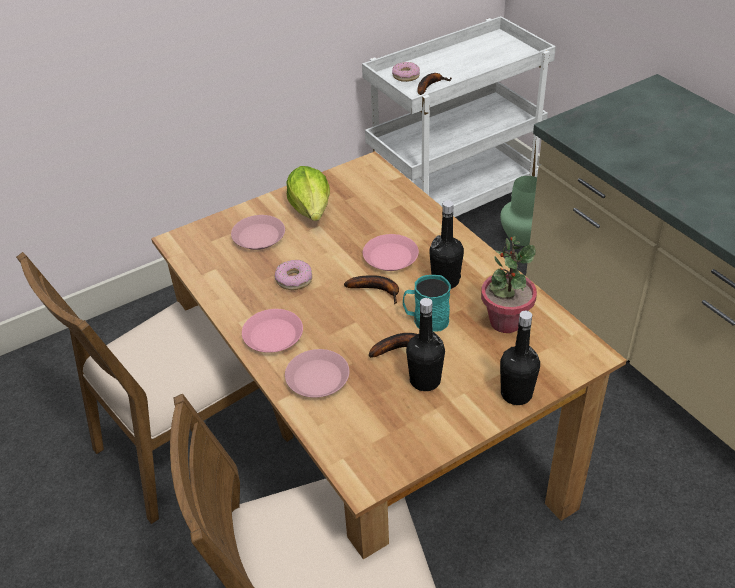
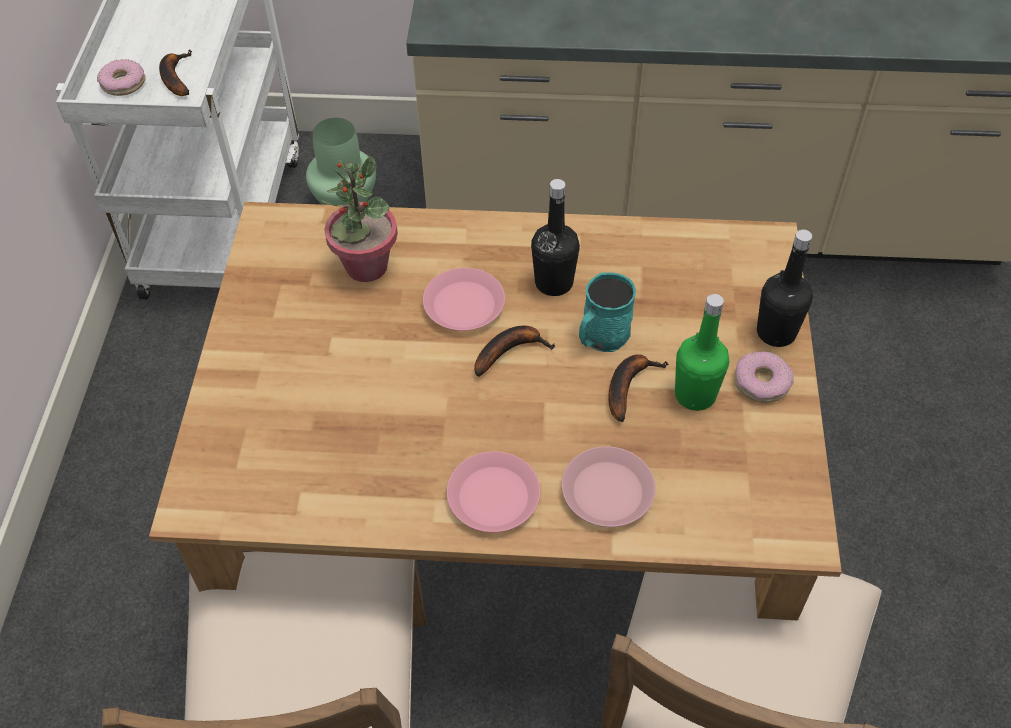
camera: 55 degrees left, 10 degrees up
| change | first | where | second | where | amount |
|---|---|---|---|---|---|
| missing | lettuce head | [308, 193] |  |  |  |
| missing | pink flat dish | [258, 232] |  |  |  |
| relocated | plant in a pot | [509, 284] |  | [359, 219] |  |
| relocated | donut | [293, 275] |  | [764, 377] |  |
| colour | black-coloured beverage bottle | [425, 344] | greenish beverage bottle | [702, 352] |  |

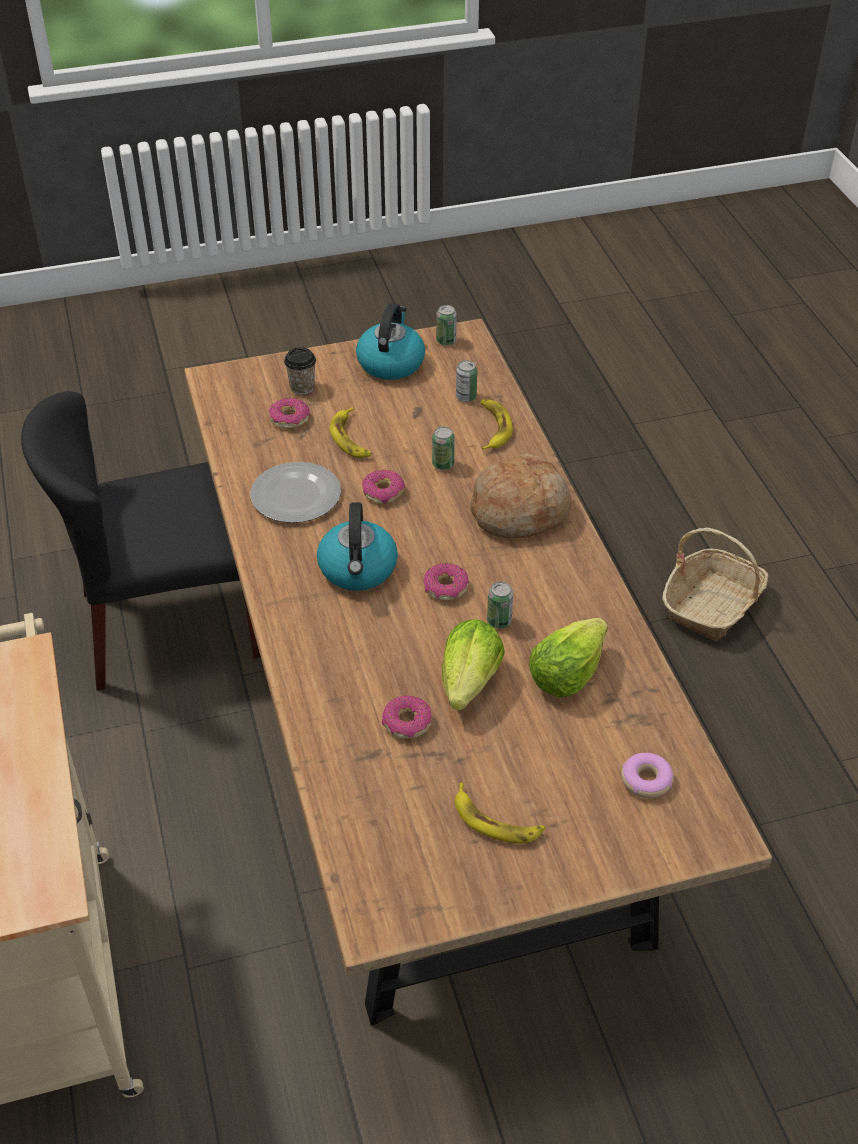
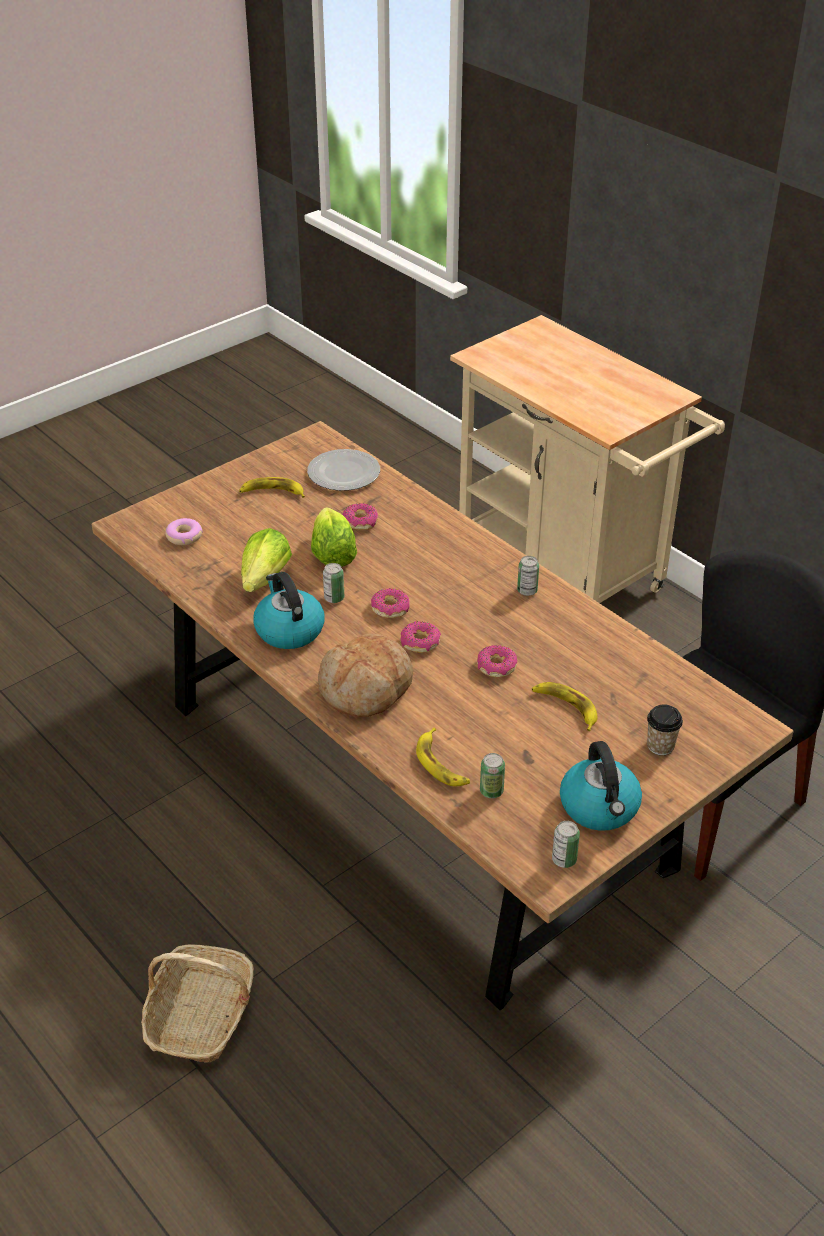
camera: 155 degrees right, 5 degrees down
| change | first | where | second | where | amount |
|---|---|---|---|---|---|
| relocated | donut | [289, 413] |  | [420, 637] |  |
| relocated | can | [443, 448] |  | [528, 576] |  |
| relocated | flat dish | [295, 492] |  | [343, 470] |  |
| relocated | tea kettle | [357, 546] |  | [289, 610] |  |

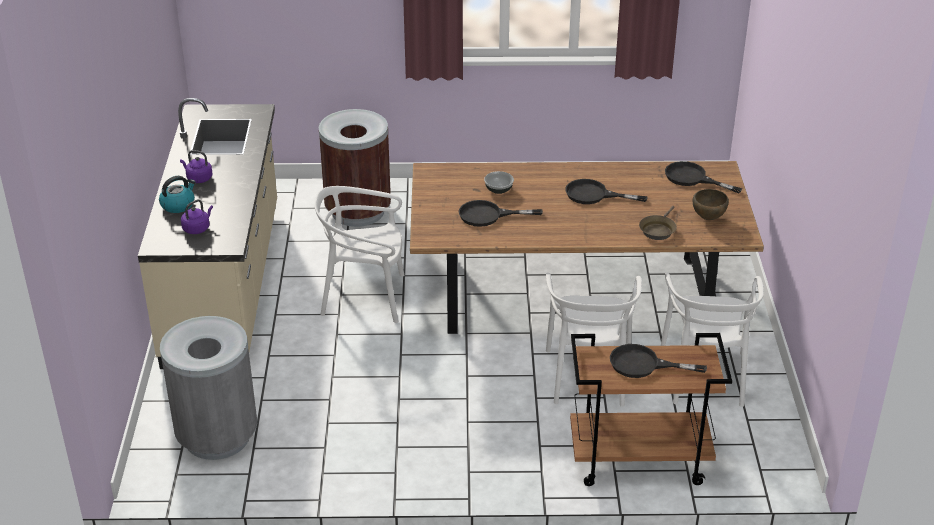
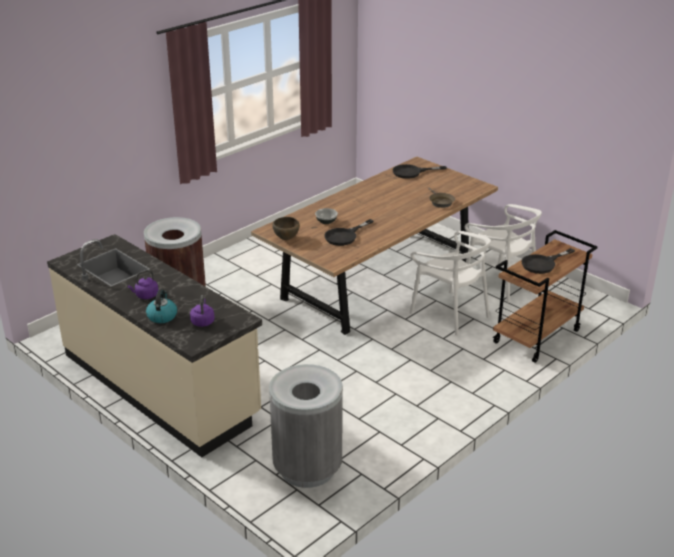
camera: 45 degrees left, 5 degrees down
| change | first | where | second | where | amount |
|---|---|---|---|---|---|
| missing | black-coloured pan | [606, 191] |  |  |  |
| missing | white chair | [359, 254] |  |  |  |
| relocated | brown serving bowl | [711, 204] |  | [286, 228] |  |

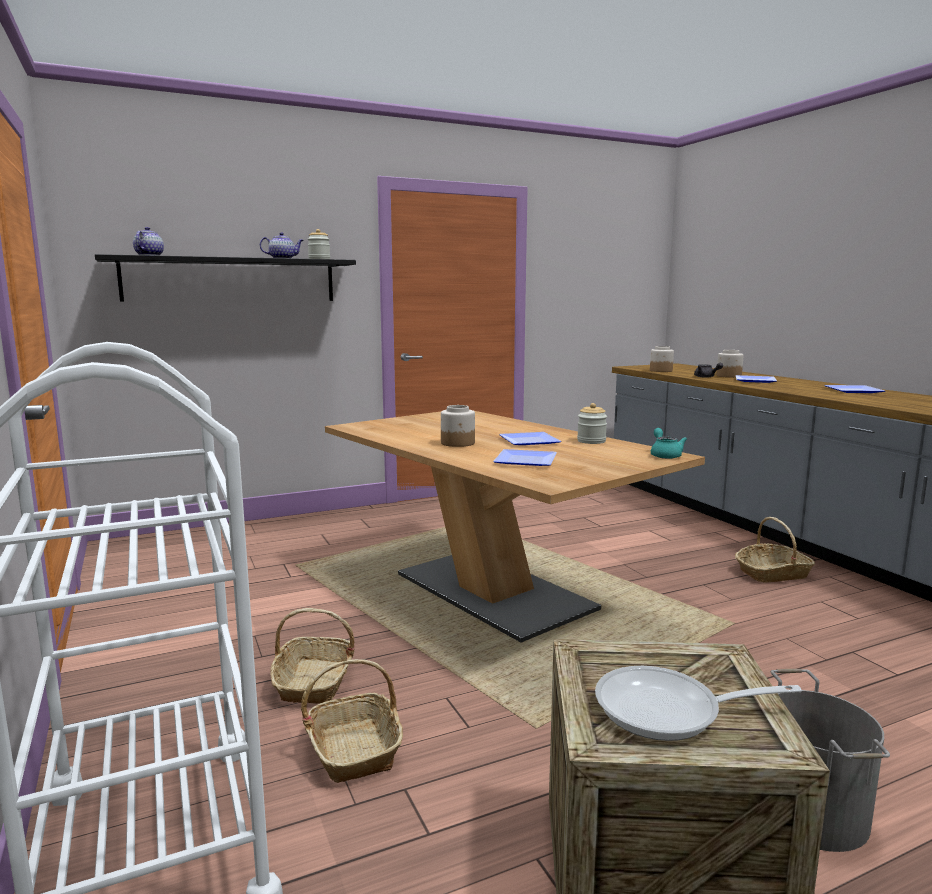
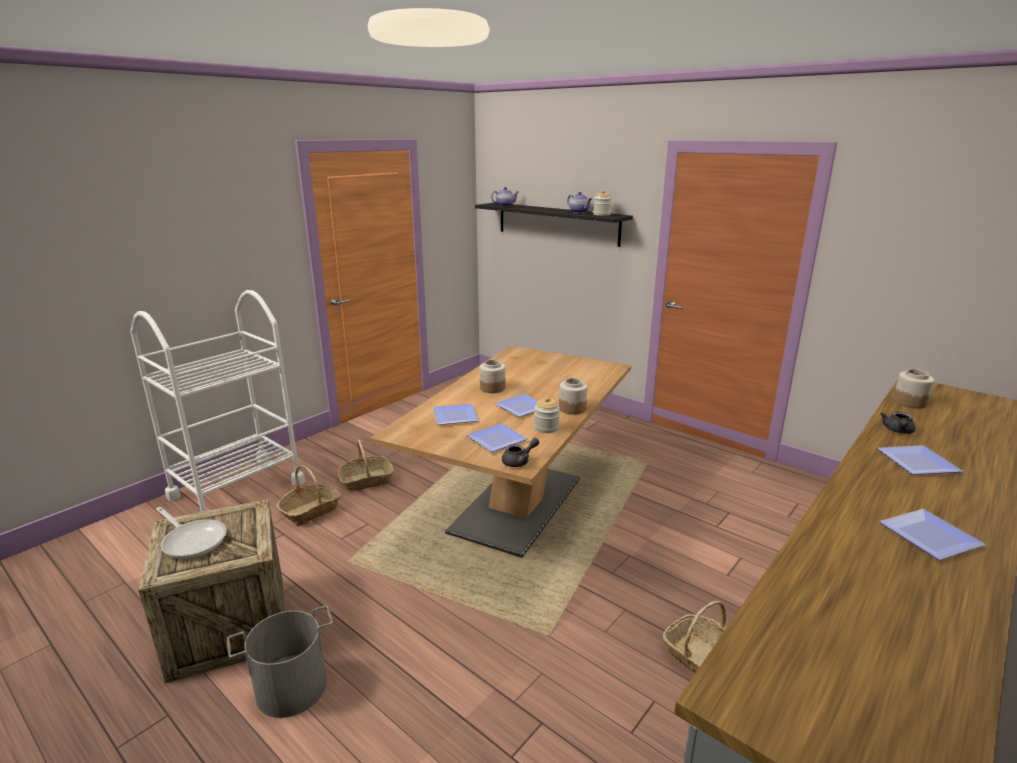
camera: 65 degrees right, 10 degrees up
| change | first | where | second | where | amount |
|---|---|---|---|---|---|
| relocated | jar | [730, 364] |  | [573, 396] |  |
| colour | turquoise-coloured pot for tea | [669, 443] | grey pot for tea | [520, 452] |  |
| spun | pan | [698, 703] |  | [191, 533] | 150 degrees clockwise |
| appeared |  |  | flat dish | [497, 437] |  |

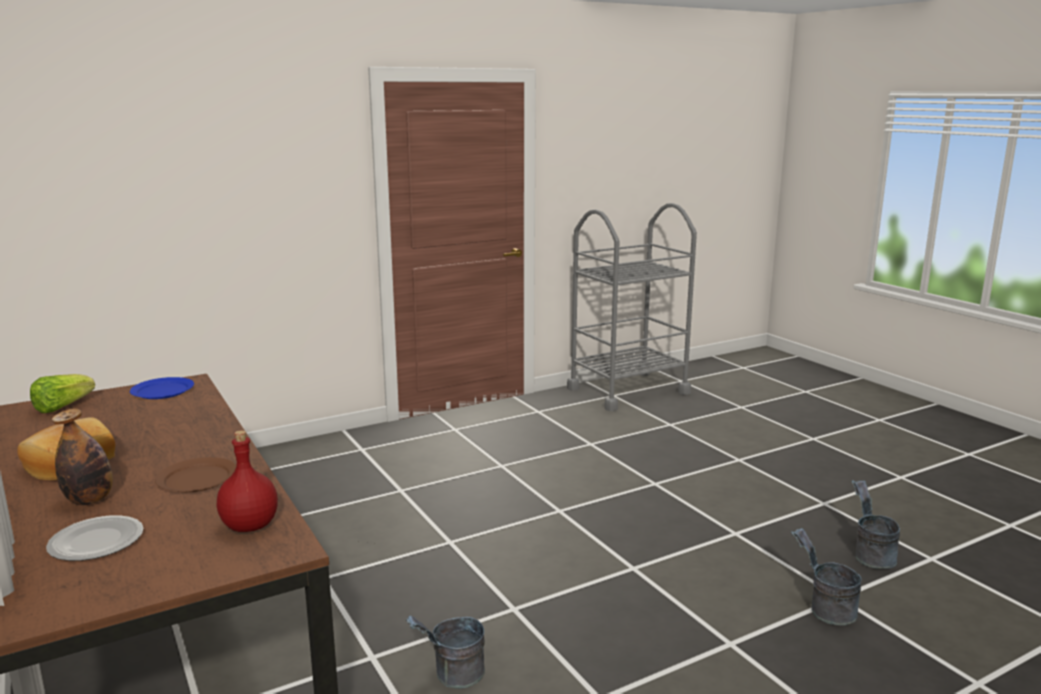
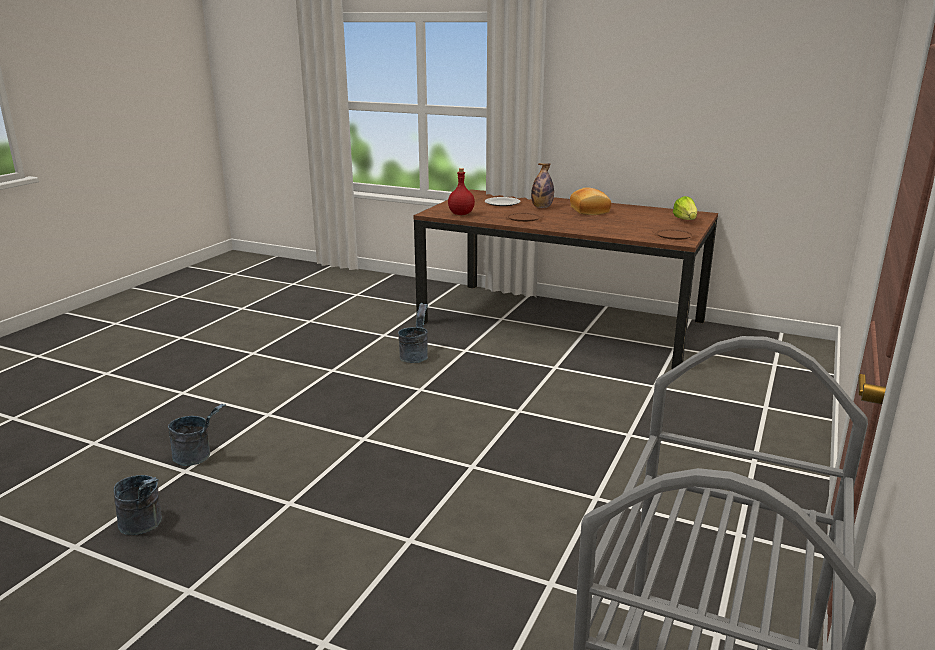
camera: 145 degrees right, 5 degrees up
| change | first | where | second | where | amount |
|---|---|---|---|---|---|
| colour | blue-coloured flat dish | [162, 388] | brown flat dish | [674, 233] |  |

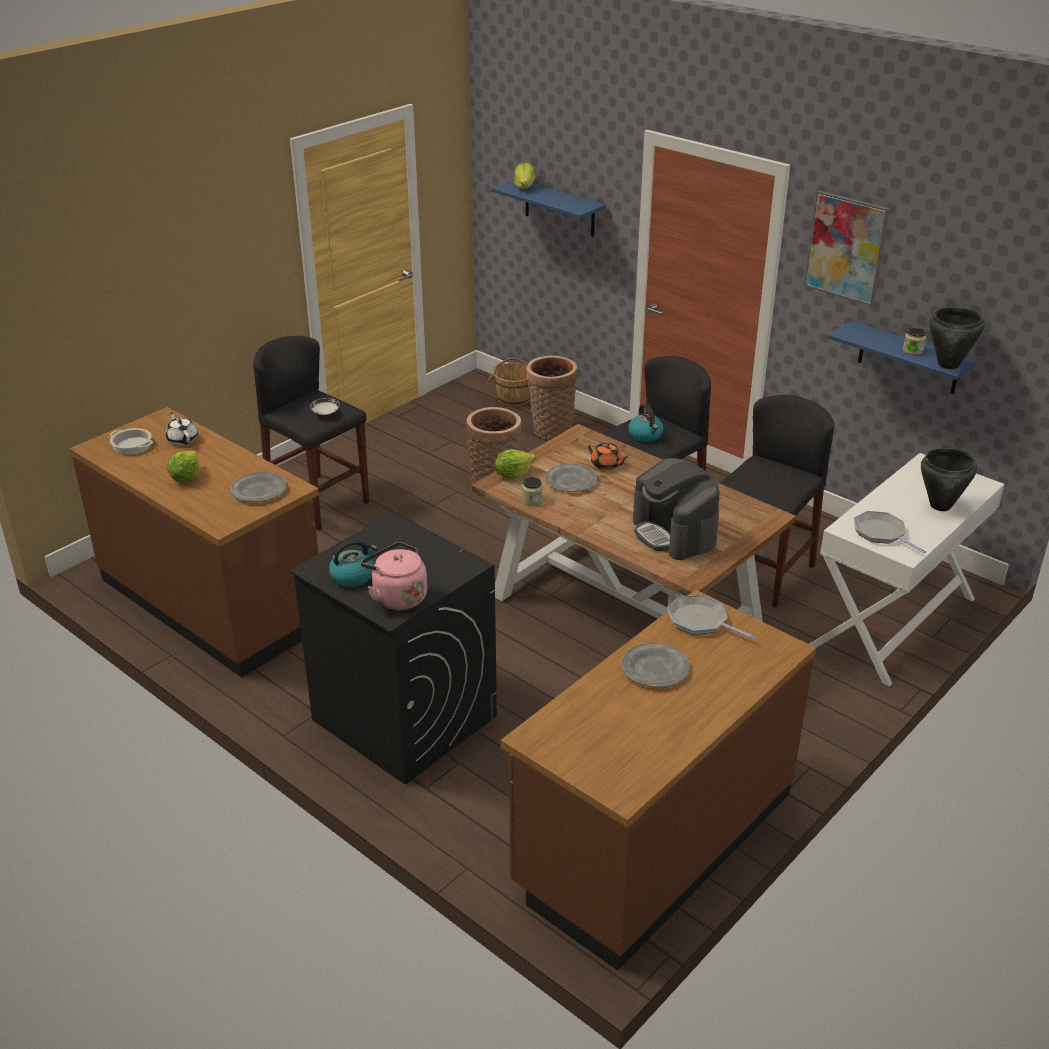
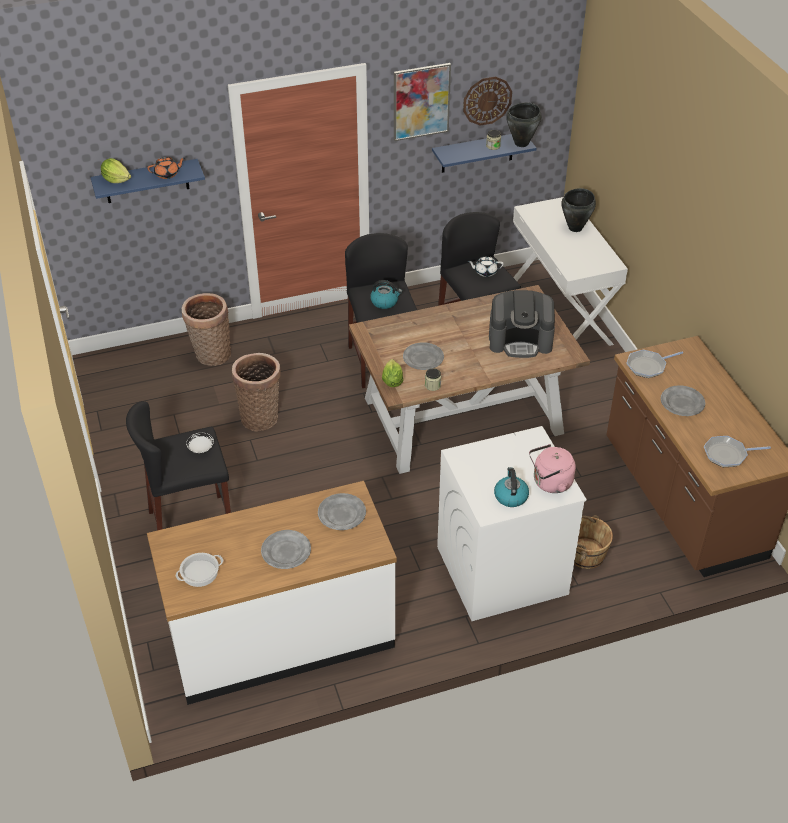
camera: 60 degrees left, 10 degrees up
| change | first | where | second | where | amount |
|---|---|---|---|---|---|
| relocated | brown bucket | [508, 382] |  | [593, 542] |  |
| colour | brown counter | [194, 542] | white counter | [272, 593] |  |
| relocated | white pot for tea | [182, 428] |  | [486, 266] |  |
| relocated | orangey pot for tea | [608, 456] |  | [166, 168] |  |
| exchanged | lettuce head | [183, 466] | grey flat dish | [286, 549] |  |
| relocated | pan | [890, 532] |  | [737, 451] |  |
| colour | black-coloured laundry machine | [393, 649] | white laundry machine | [512, 523] |  |
| appeared |  |  | hanging clock | [487, 101] |  |

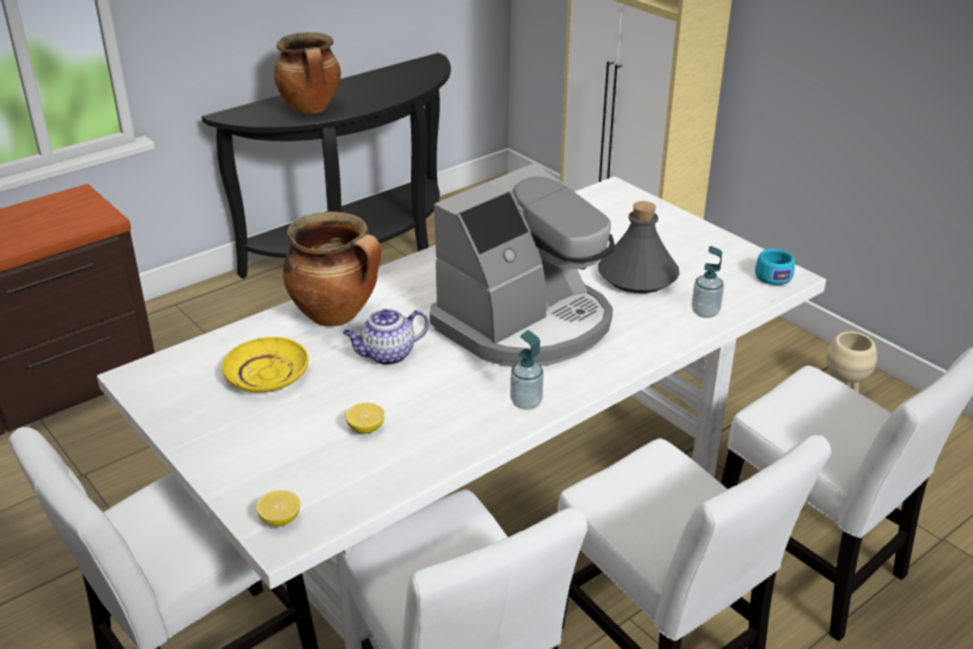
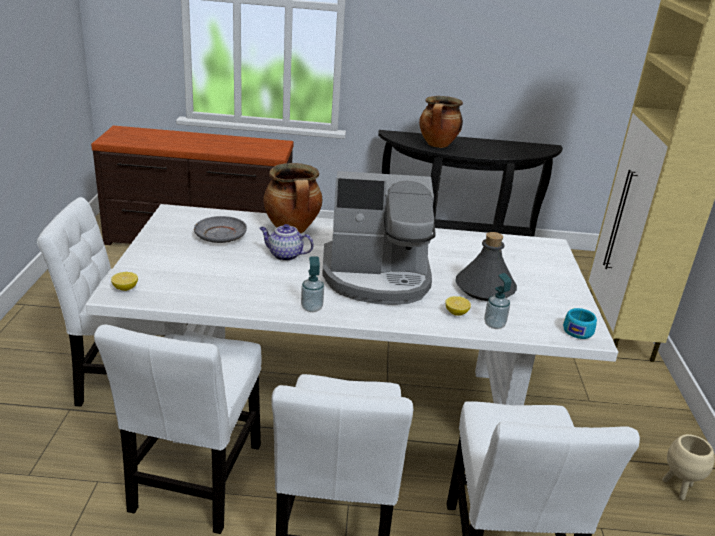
camera: 40 degrees right, 5 degrees down
| change | first | where | second | where | amount |
|---|---|---|---|---|---|
| colour | yellow flat dish | [265, 365] | grey flat dish | [220, 229] |  |
| relocated | citrus fruit | [365, 418] |  | [458, 306] |  |

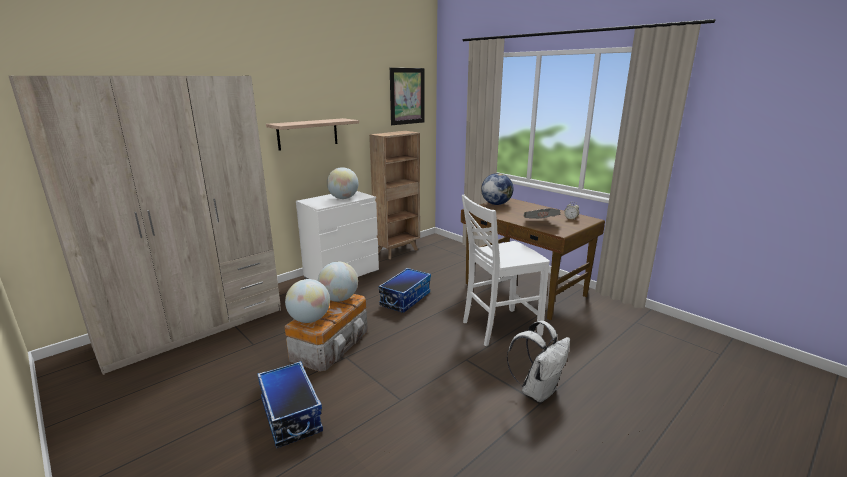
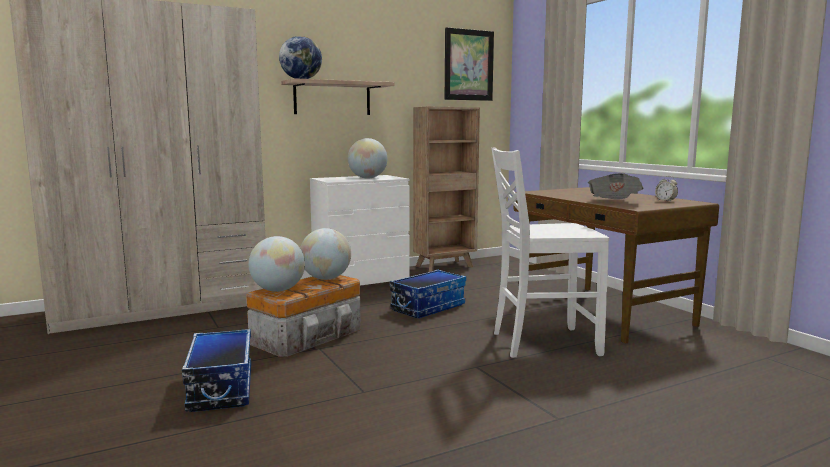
camera: 15 degrees right, 10 degrees down
| change | first | where | second | where | amount |
|---|---|---|---|---|---|
| relocated | globe | [497, 189] |  | [300, 57] |  |
| missing | white backpack | [538, 361] |  |  |  |

